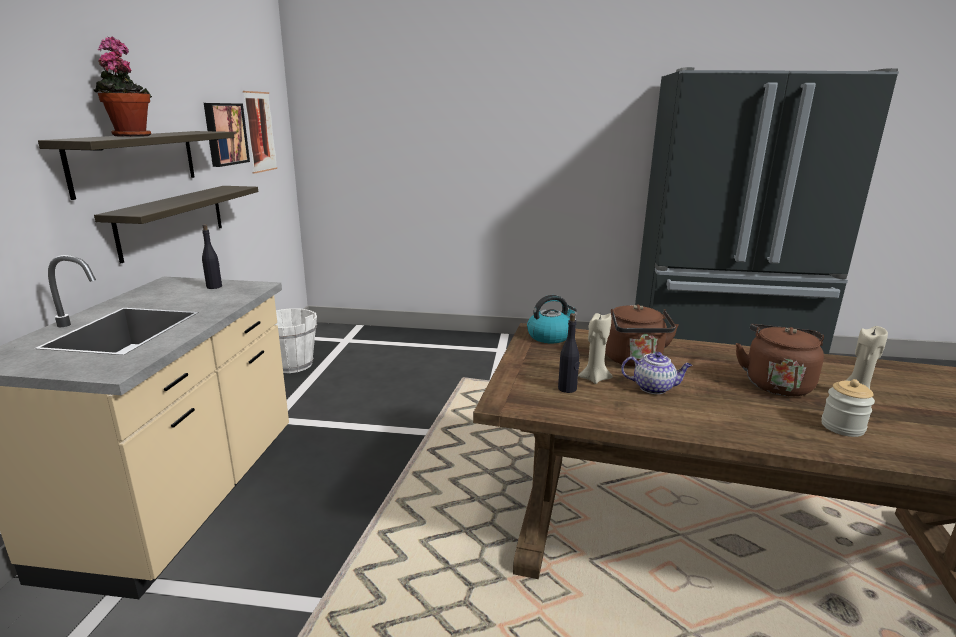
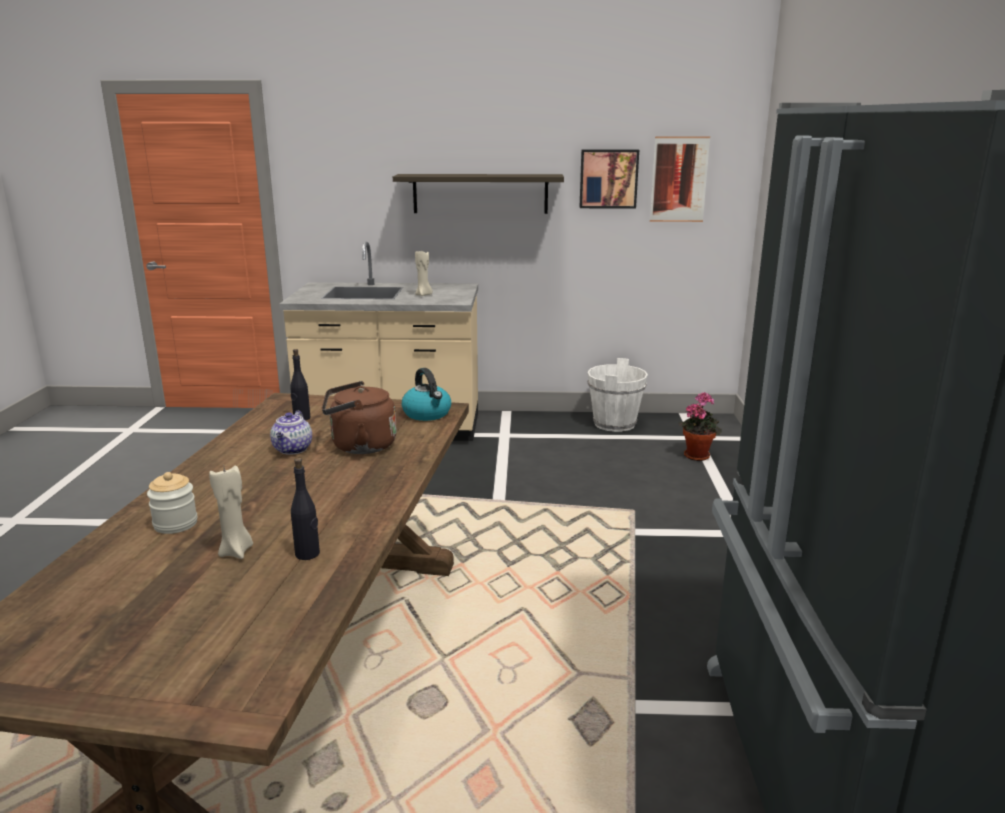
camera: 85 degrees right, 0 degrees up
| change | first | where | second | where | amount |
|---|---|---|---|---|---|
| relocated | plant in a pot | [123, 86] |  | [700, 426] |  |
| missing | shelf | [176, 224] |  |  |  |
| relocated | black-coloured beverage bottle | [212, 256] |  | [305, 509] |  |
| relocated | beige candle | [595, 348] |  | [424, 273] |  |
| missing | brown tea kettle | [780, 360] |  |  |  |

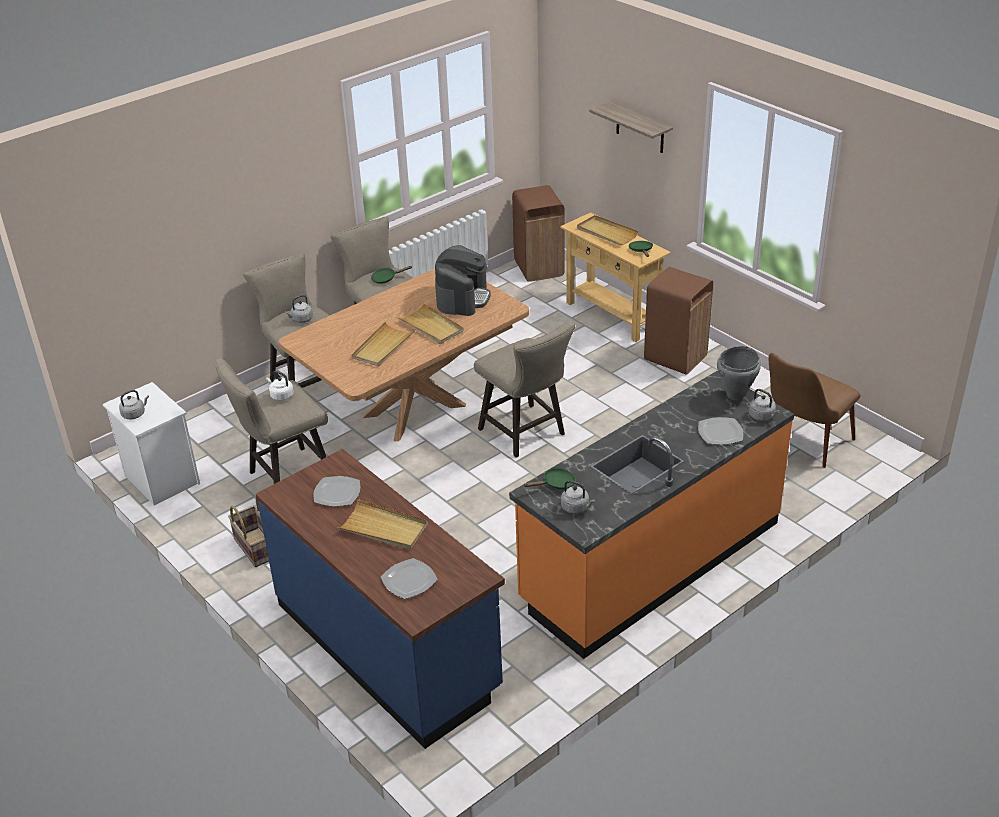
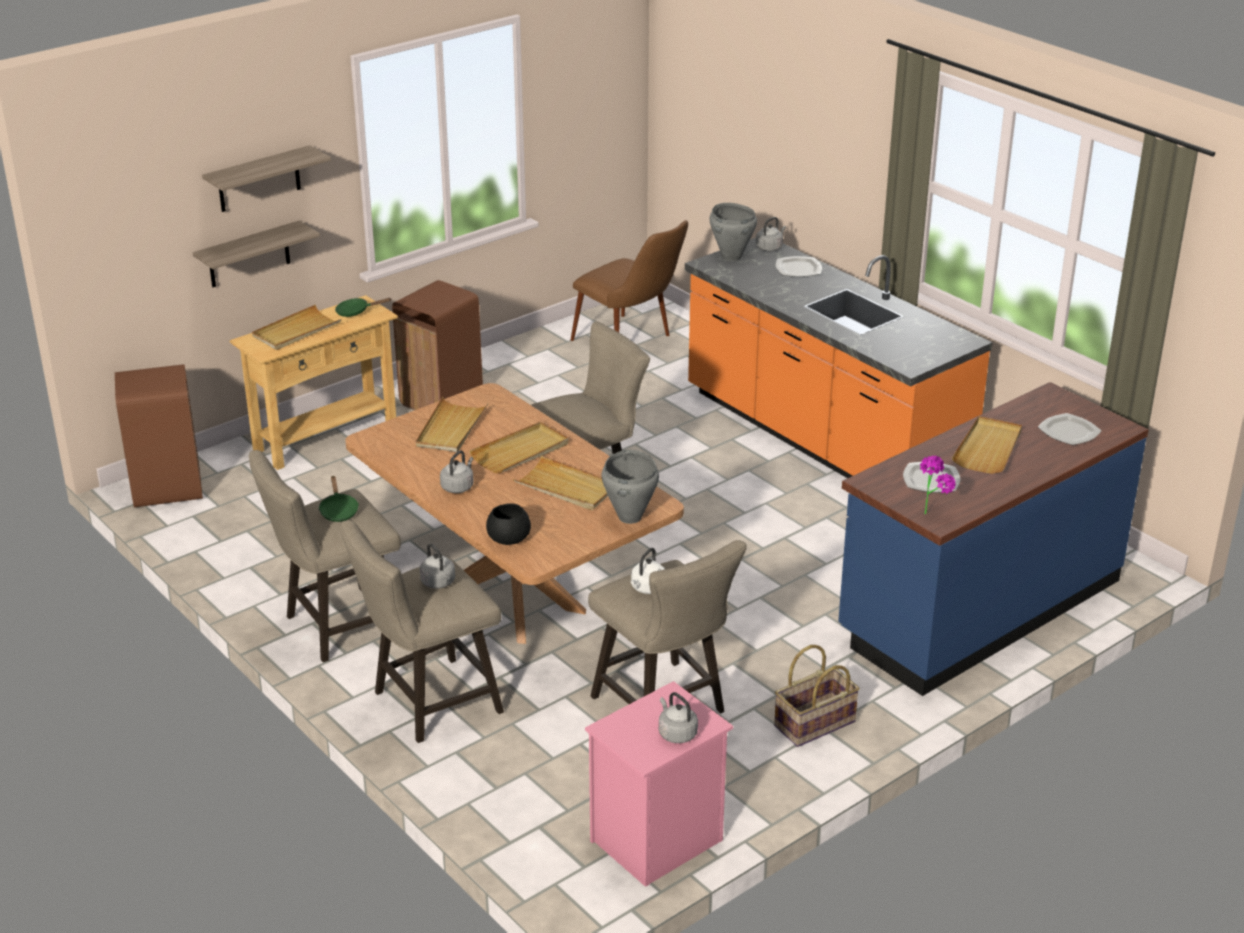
camera: 90 degrees left, 5 degrees down
| change | first | where | second | where | amount |
|---|---|---|---|---|---|
| exchanged | coffee machine | [463, 280] | beige serving tray | [452, 424] |  |
| colour | white nightstand | [151, 444] | pink nightstand | [659, 784] |  |
| missing | greenish pan | [550, 479] |  |  |  |
| relocated | grey tea kettle | [578, 497] |  | [457, 471] |  |
| appeared |  |  | shelf | [256, 254] |  |
| appeared |  |  | grey saucepot | [630, 487] |  |
| appeared |  |  | plant in a pot | [938, 485] |  |
| appeared |  |  | black-coloured serving bowl | [508, 524] |  |

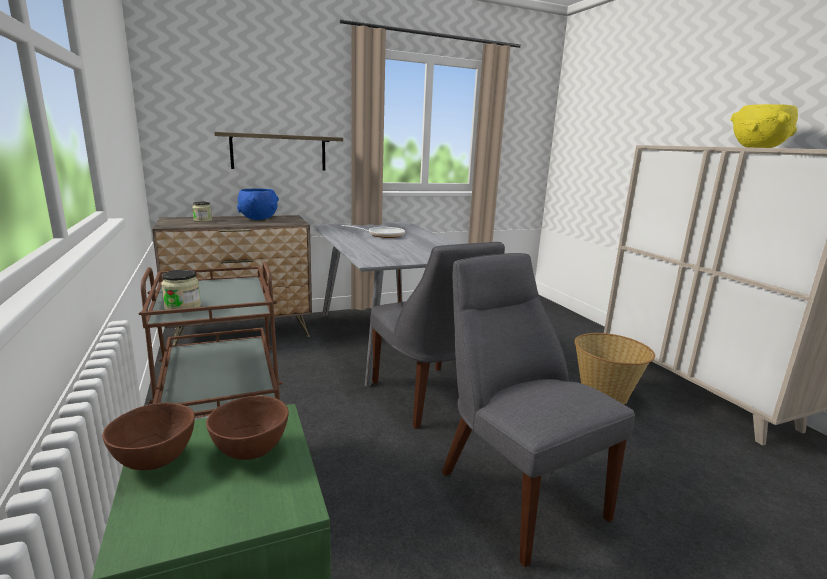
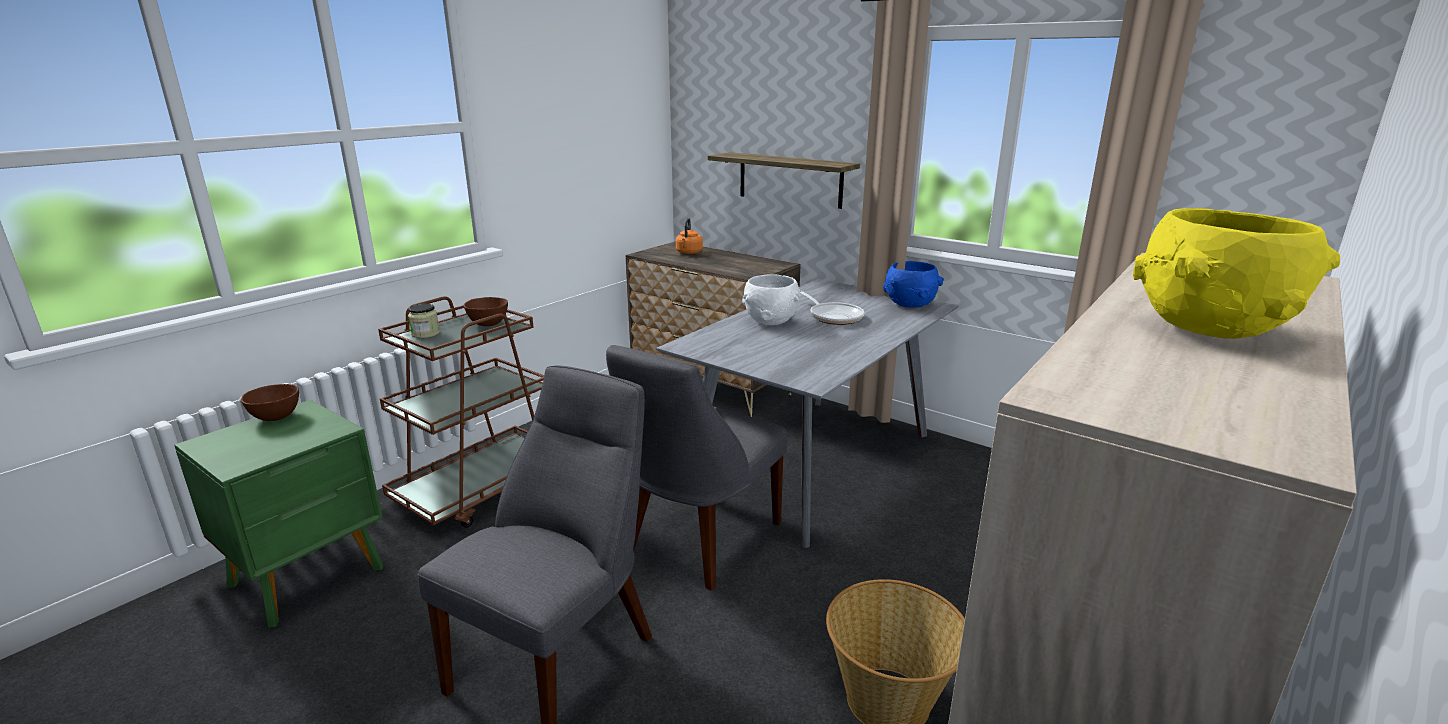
camera: 60 degrees right, 5 degrees up
| change | first | where | second | where | amount |
|---|---|---|---|---|---|
| relocated | blue-coloured serving bowl | [258, 204] |  | [913, 284] |  |
| exchanged | jar | [202, 211] | orangey tea kettle | [689, 236] |  |
| relocated | brown serving bowl | [247, 428] |  | [486, 311] |  |
| appeared |  |  | white serving bowl | [771, 299] |  |

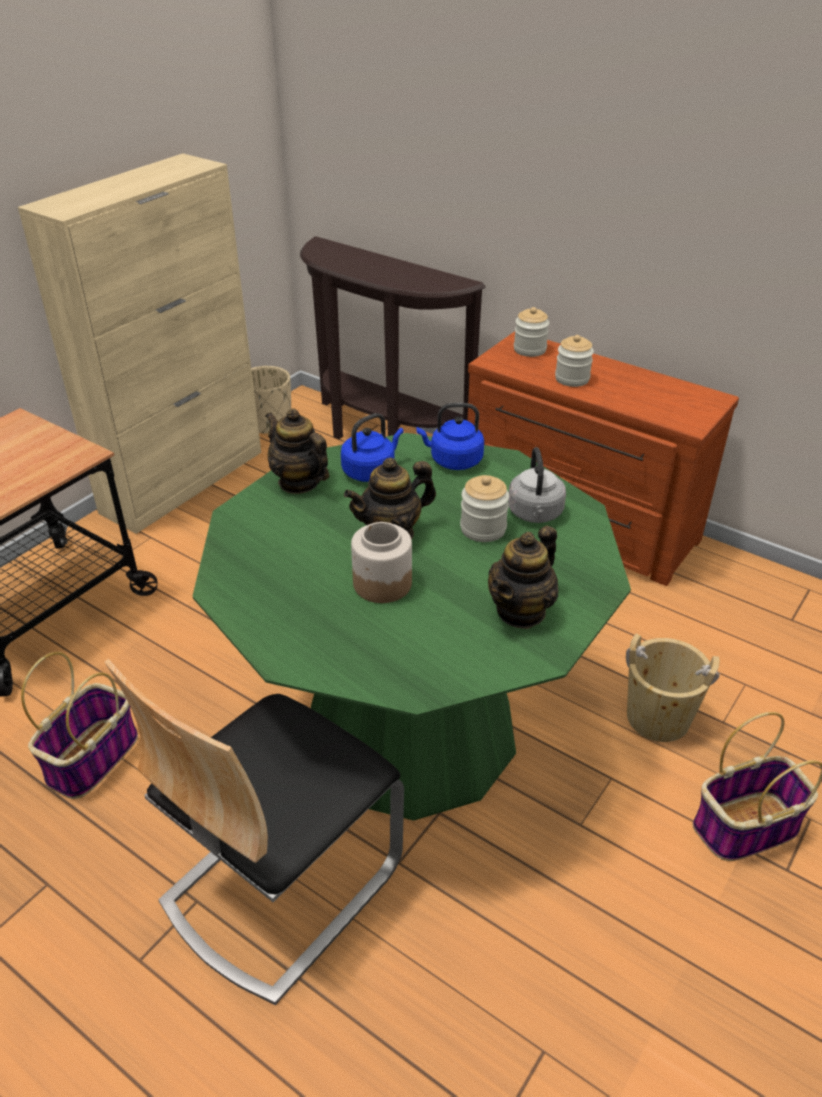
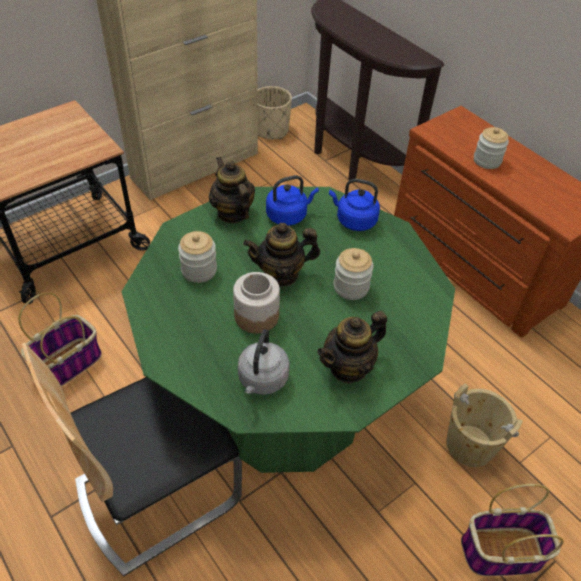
camera: 15 degrees right, 10 degrees up
| change | first | where | second | where | amount |
|---|---|---|---|---|---|
| relocated | jar | [531, 332] |  | [197, 257] |  |
| relocated | grey tea kettle | [537, 485] |  | [264, 362] |  |

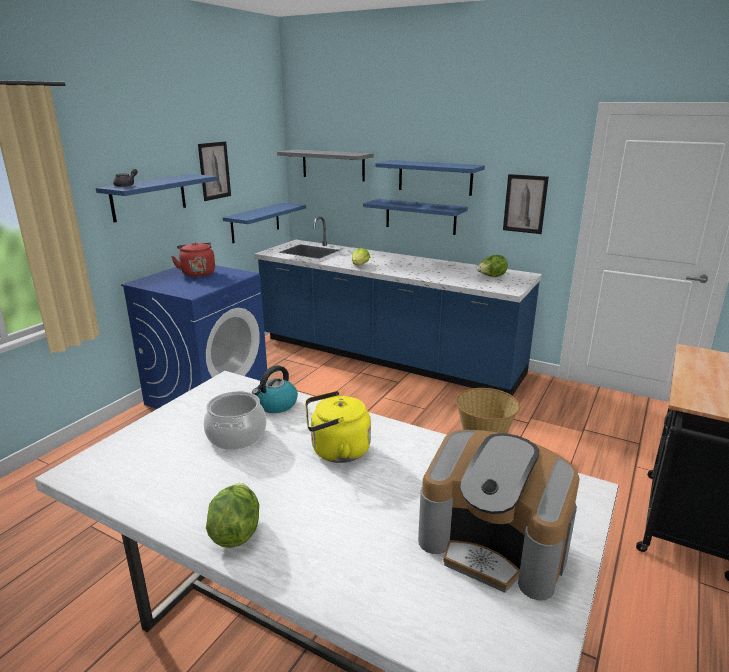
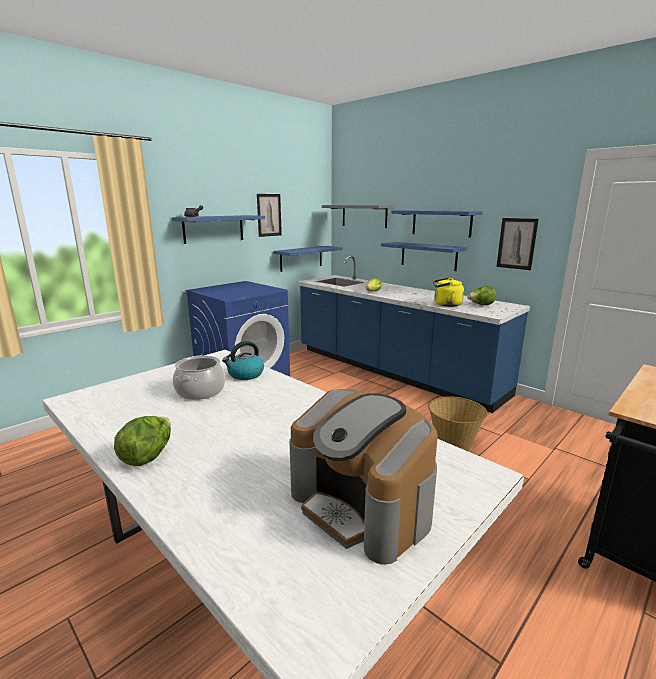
camera: 15 degrees right, 5 degrees down
| change | first | where | second | where | amount |
|---|---|---|---|---|---|
| missing | reddish tea kettle | [193, 259] |  |  |  |
| relocated | yellow tea kettle | [338, 427] |  | [448, 292] |  |

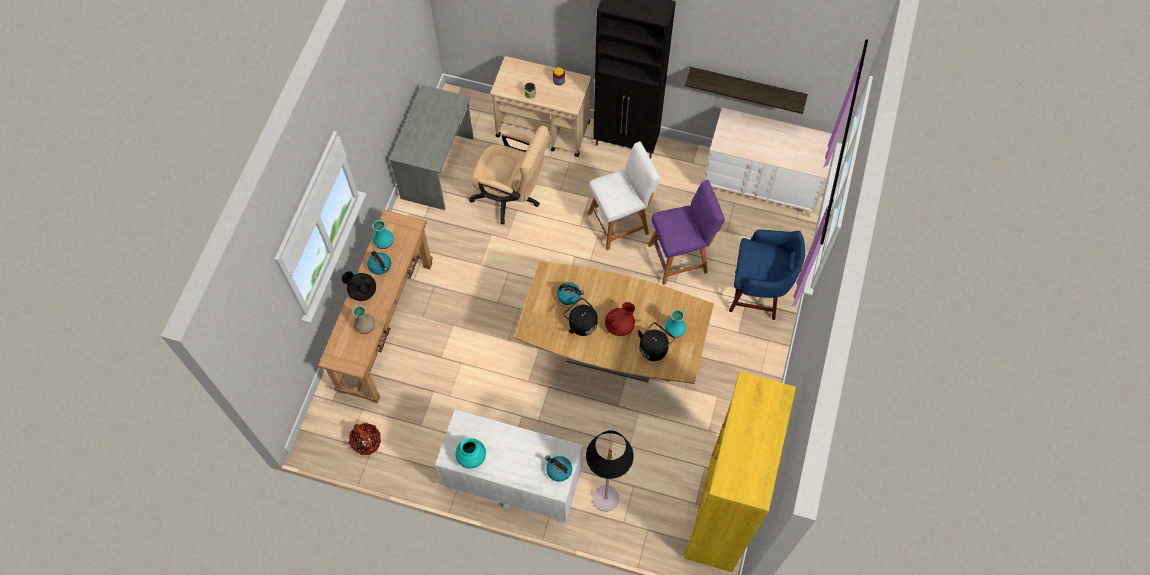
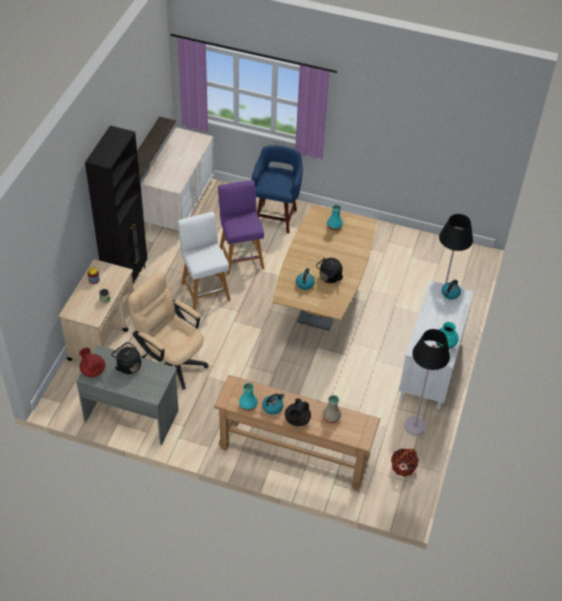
camera: 90 degrees left, 15 degrees down
| change | first | where | second | where | amount |
|---|---|---|---|---|---|
| spun | beige desk chair | [509, 174] |  | [168, 331] | 75 degrees counterclockwise |
| relocated | reddish pot for tea | [620, 319] |  | [92, 362] |  |
| relocated | black-coloured tea kettle | [656, 341] |  | [126, 358] |  |
| missing | yellow shelving unit | [740, 472] |  |  |  |
| appeared |  |  | black-coloured floor lamp | [427, 382] |  |

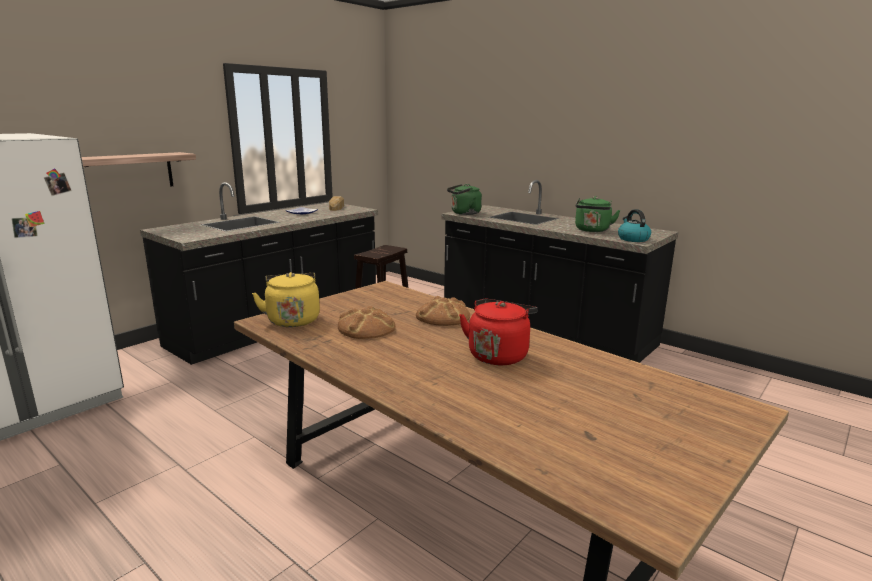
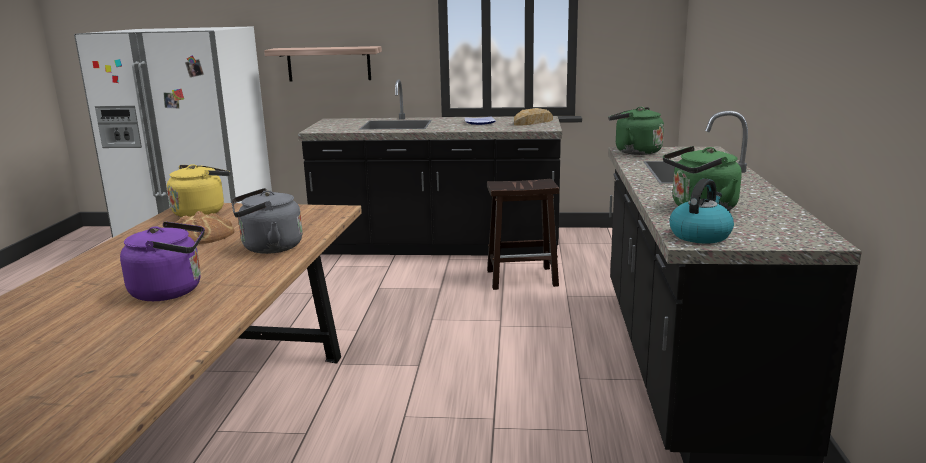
camera: 55 degrees right, 0 degrees up
| change | first | where | second | where | amount |
|---|---|---|---|---|---|
| exchanged | bread | [443, 311] | grey tea kettle | [267, 221] |  |
| colour | reddish tea kettle | [498, 332] | purplish tea kettle | [162, 261] |  |

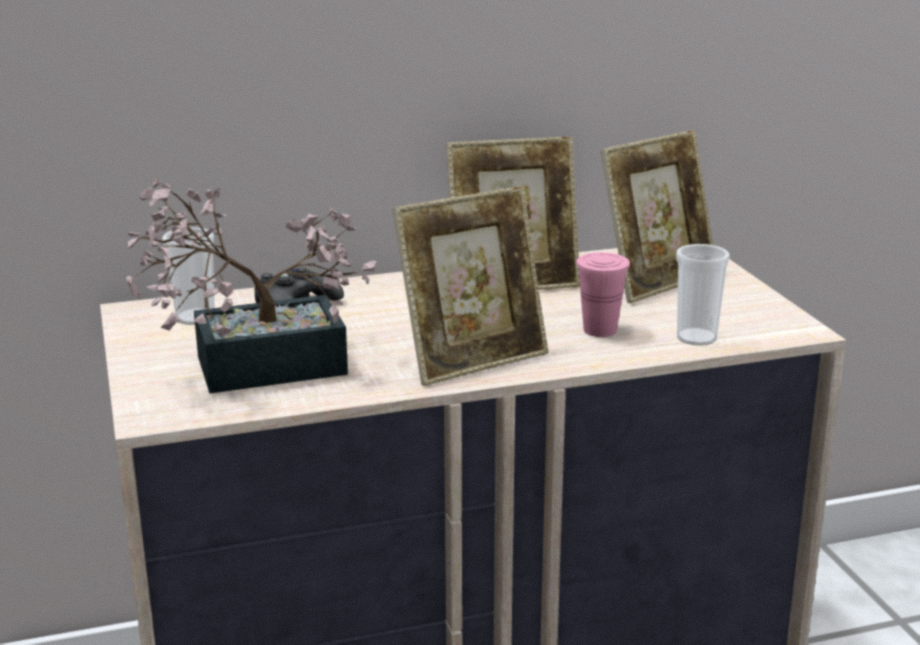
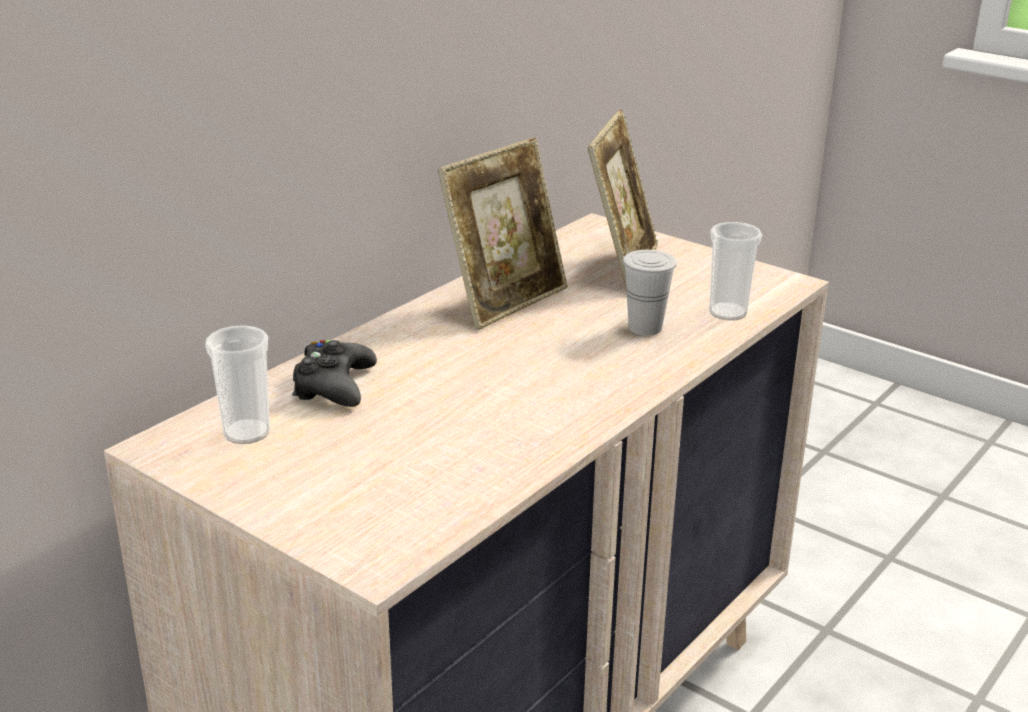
camera: 35 degrees left, 5 degrees up
| change | first | where | second | where | amount |
|---|---|---|---|---|---|
| missing | plant in a pot | [251, 286] |  |  |  |
| missing | photo frame | [470, 286] |  |  |  |
| colour | pink drinking cup | [603, 294] | white drinking cup | [650, 293] |  |

